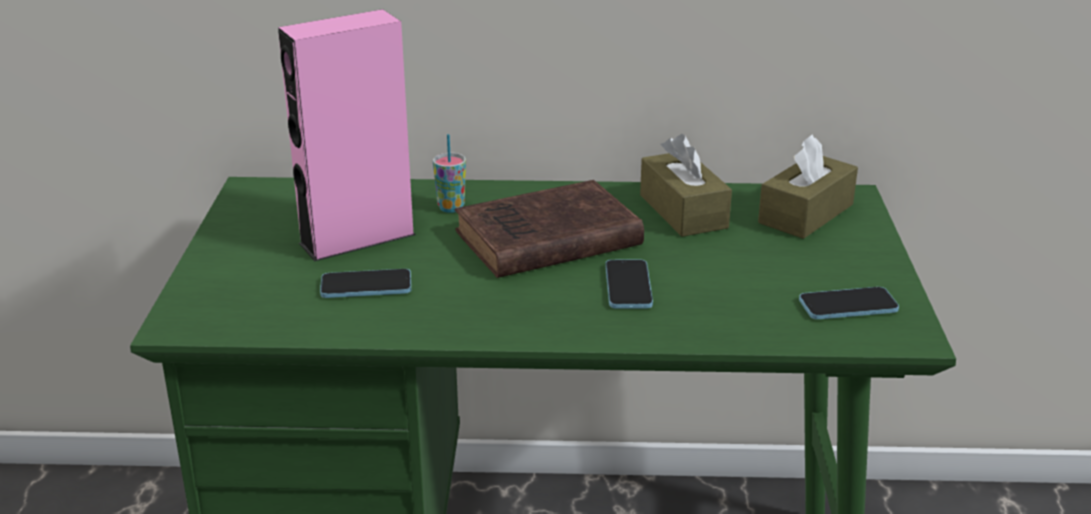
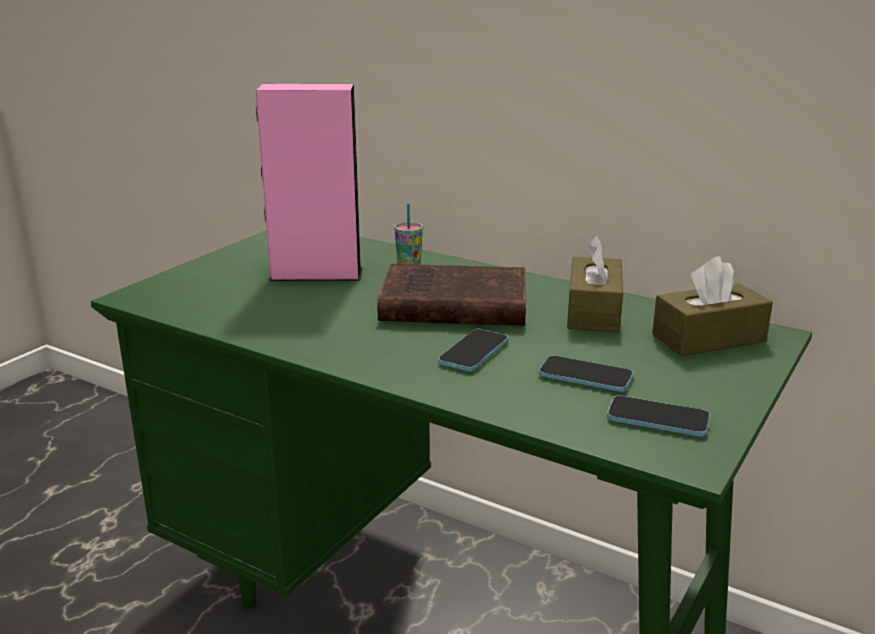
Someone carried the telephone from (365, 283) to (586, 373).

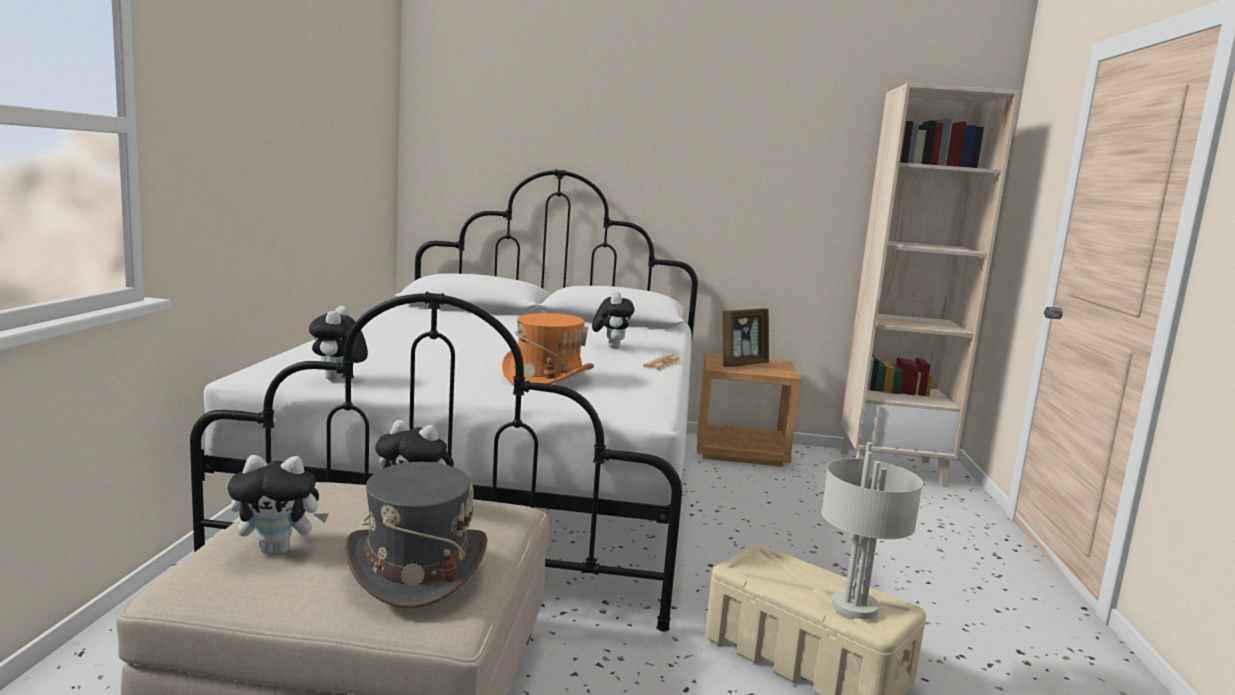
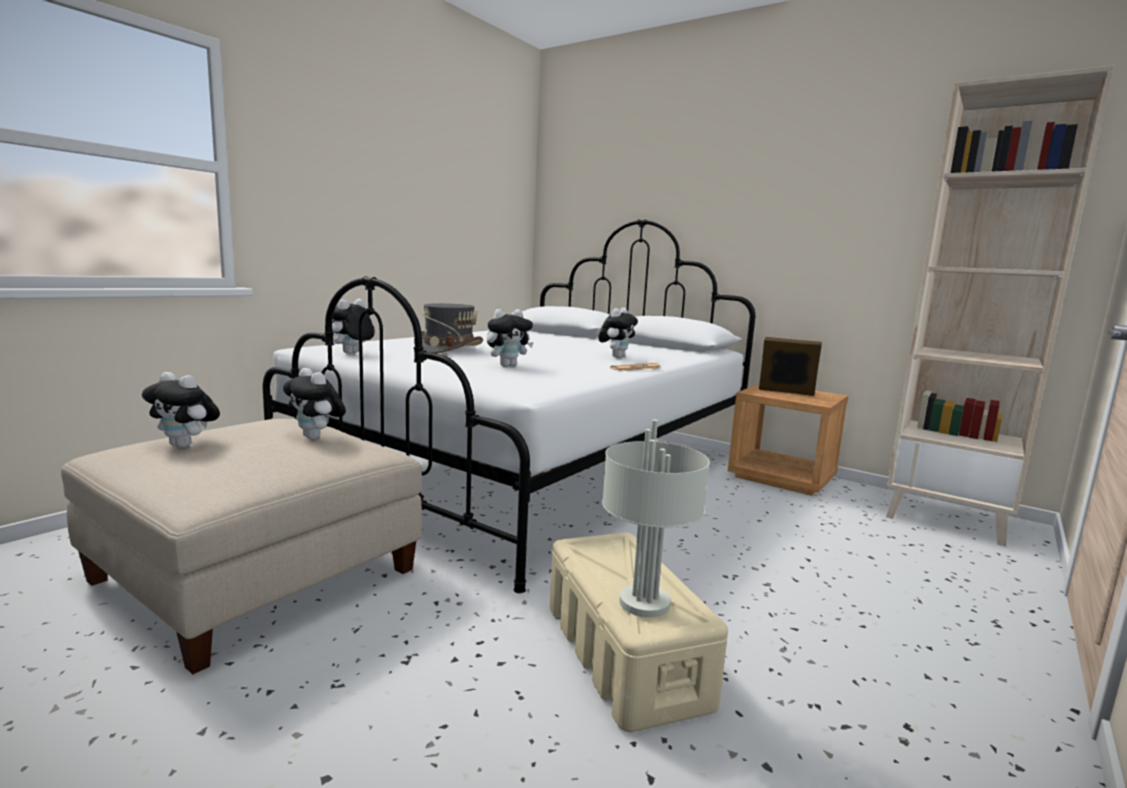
Someone carried the grey hat from (416, 535) to (448, 328). Someone swapped the orange-coloured hat at (548, 348) for the cuddly toy at (510, 338). Someone rotated the standing frame at (745, 338) by 150 degrees counterclockwise.

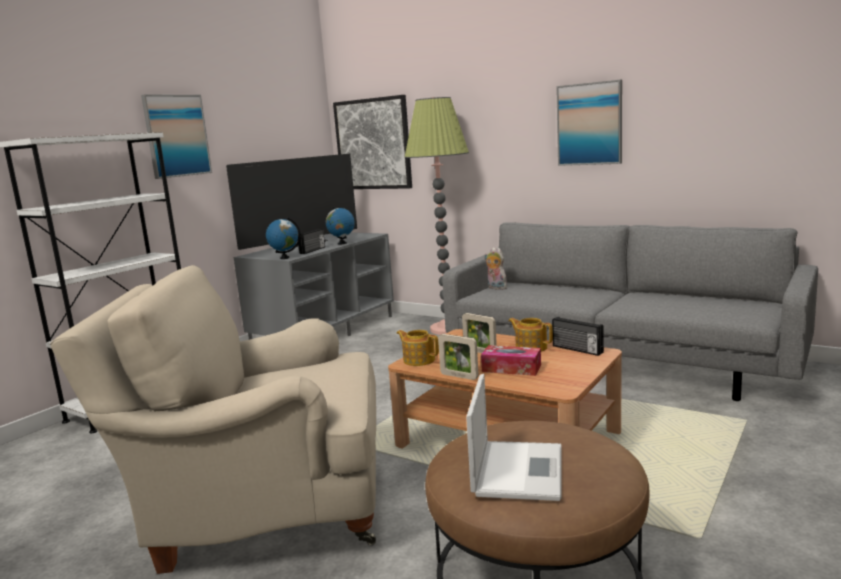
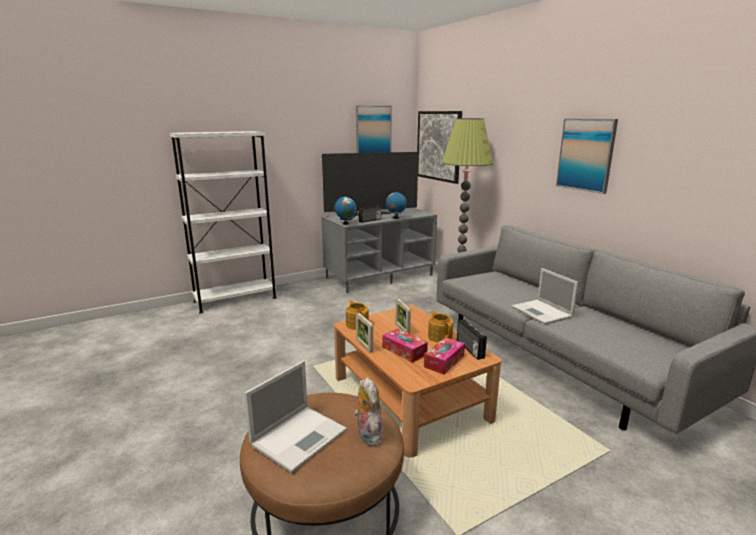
Someone carried the cuddly toy from (496, 268) to (369, 411). Someone carried the wall picture from (176, 136) to (374, 129). Someone put down the tissue holder at (444, 355). Someone put down the portable computer at (545, 296). Someone took away the beige-coloured lounge chair at (213, 419).

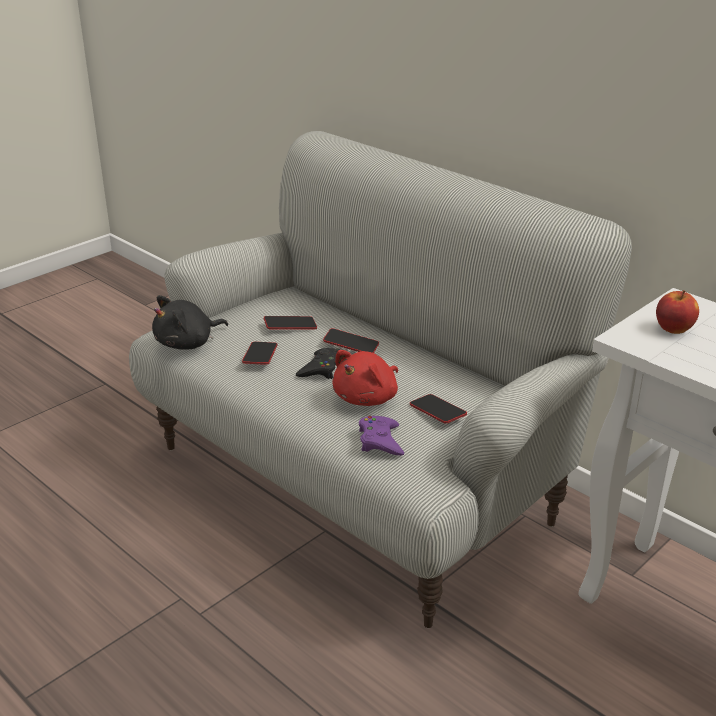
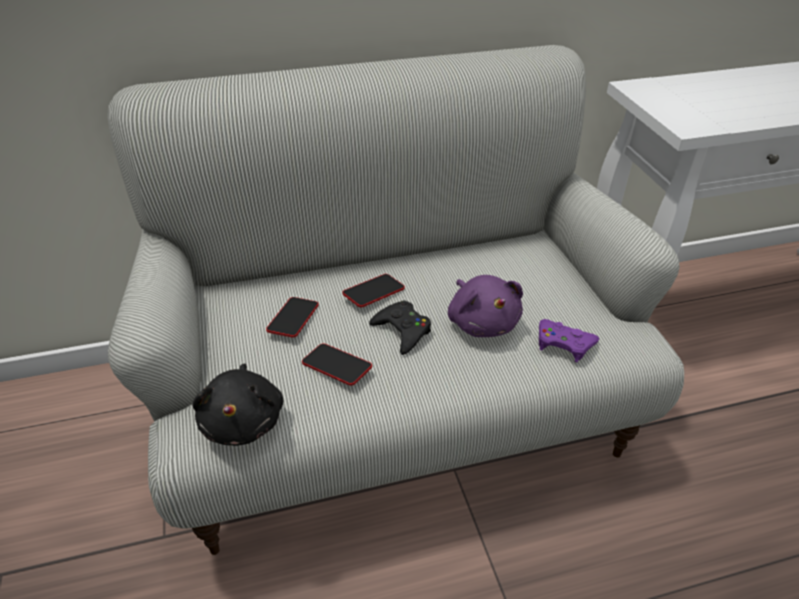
Someone repainted the red cuddly toy at (365, 378), which became the purplish cuddly toy at (485, 306). Someone took away the telephone at (438, 409). Someone took away the apple fruit at (677, 312).

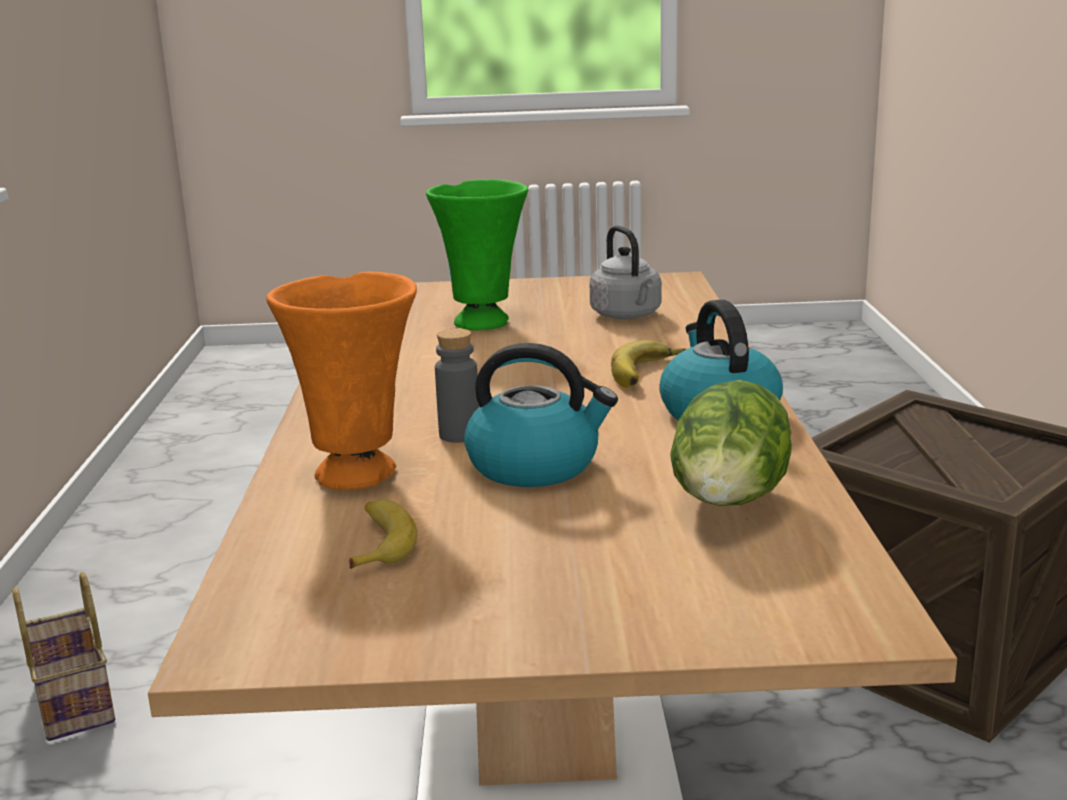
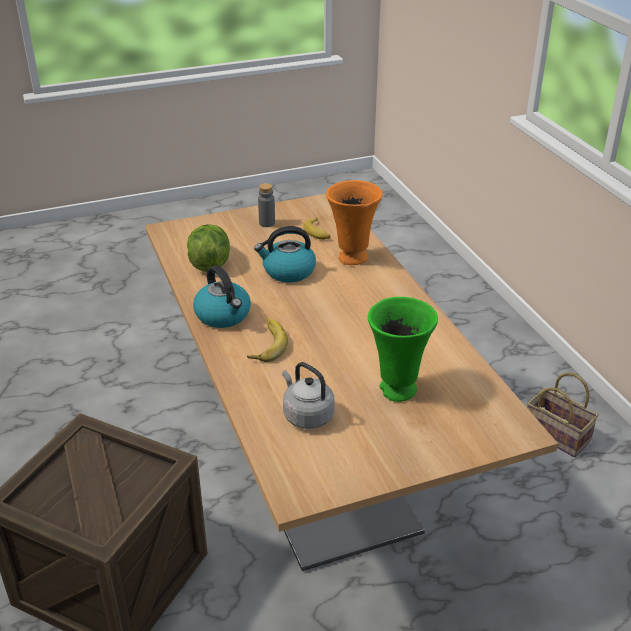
Someone carried the grey beverage bottle from (457, 385) to (266, 205).

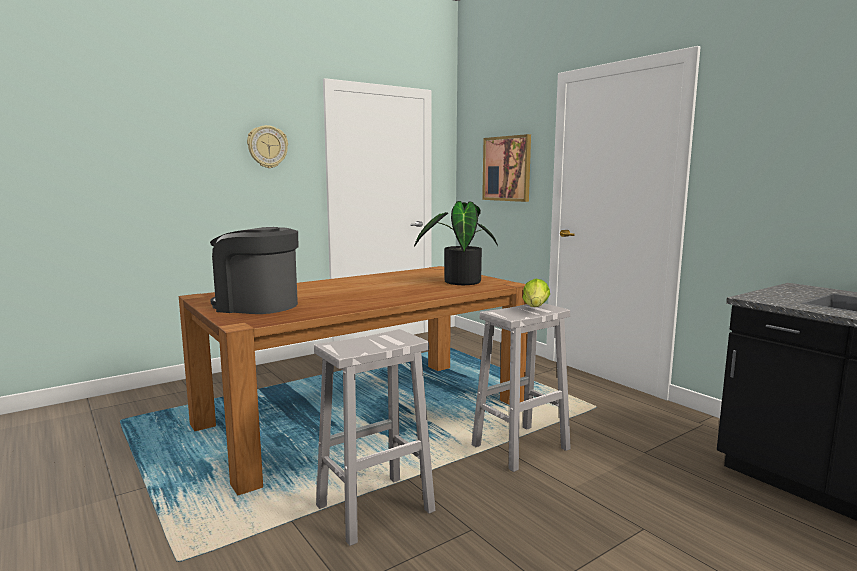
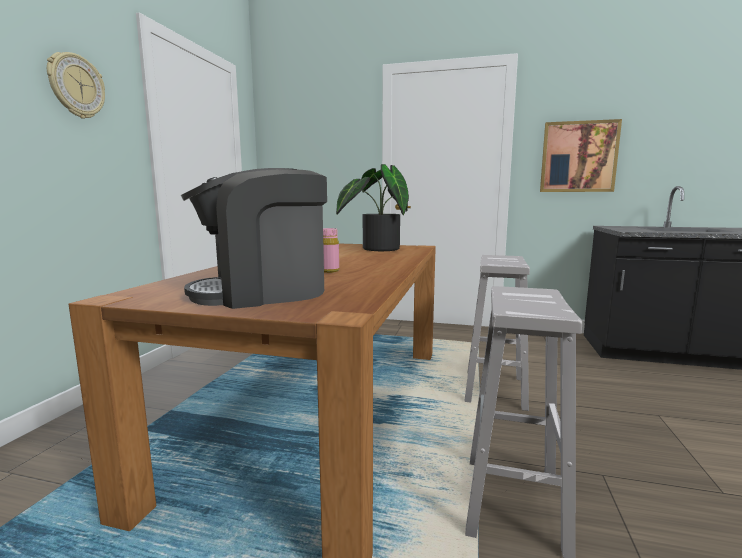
Someone put down the pink-coloured beverage bottle at (331, 250). Someone carried the wall picture from (506, 168) to (581, 155). Someone took away the lettuce at (536, 292).

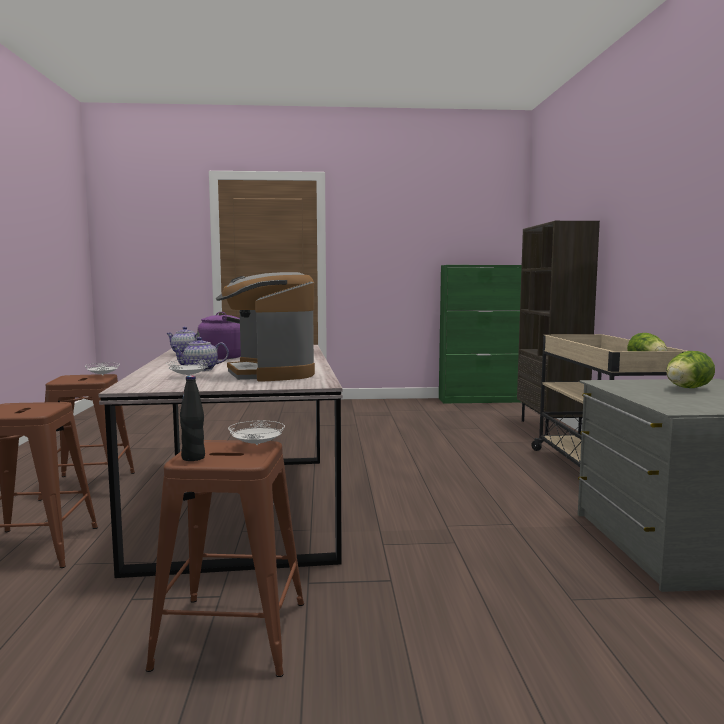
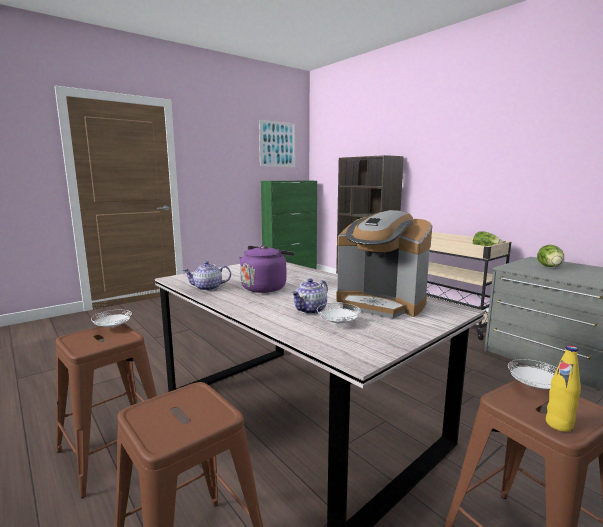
Someone put up the wall picture at (277, 143). Someone repainted the blackish beverage bottle at (192, 418), which became the yellow beverage bottle at (563, 389).

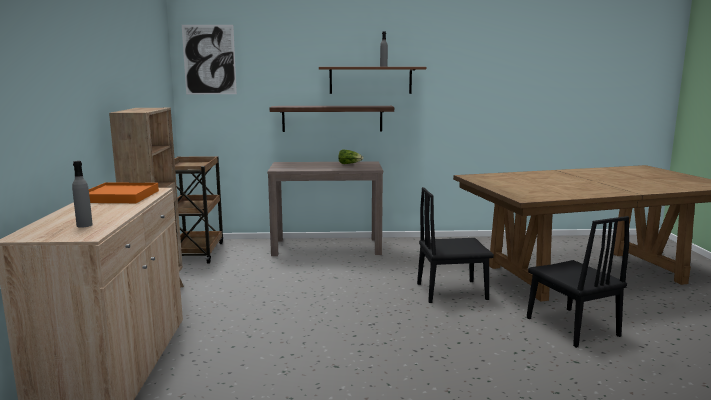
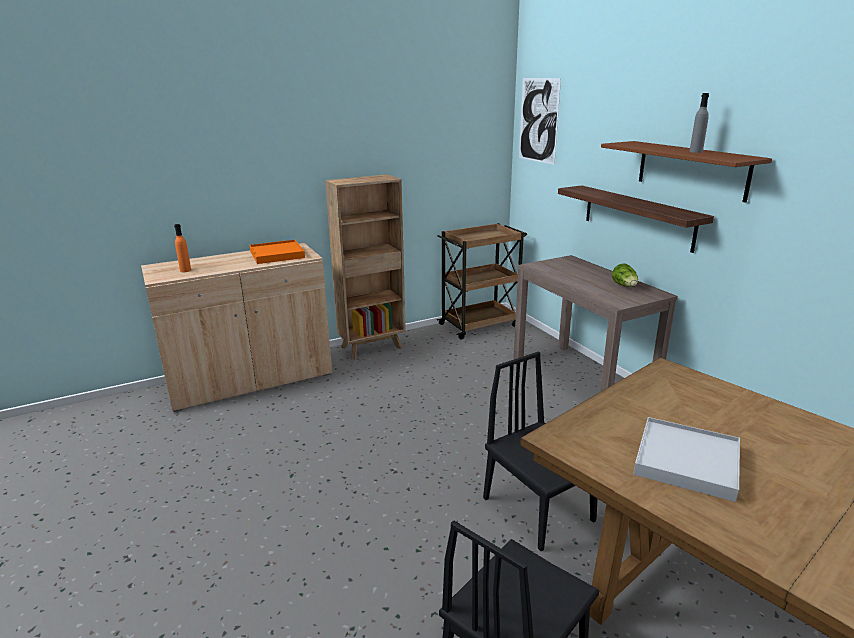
Someone repainted the grey beverage bottle at (82, 194), which became the orange-coloured beverage bottle at (182, 248). Someone put down the white-coloured carrying tray at (686, 459).

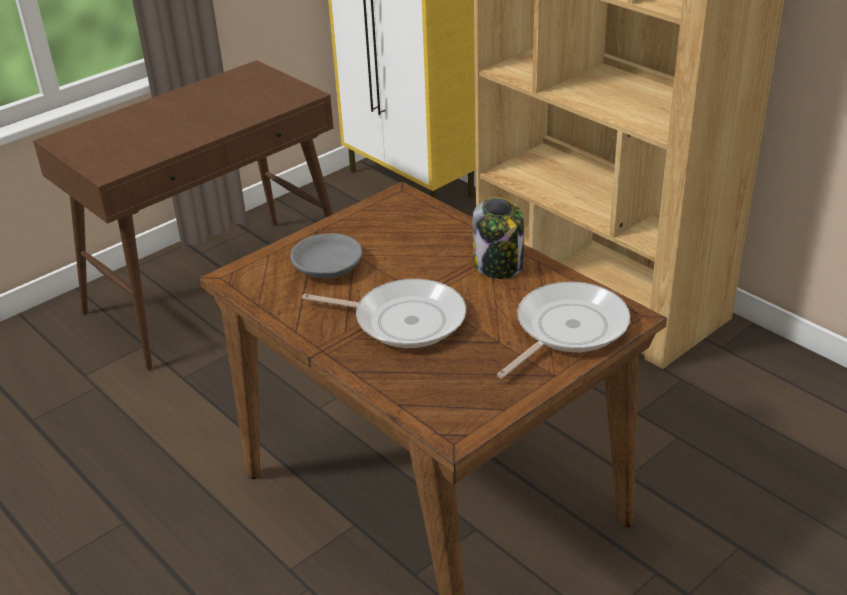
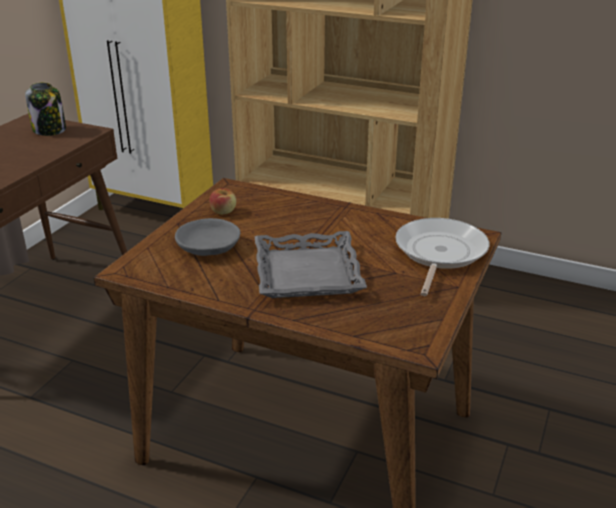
Someone carried the storage jar from (498, 238) to (45, 109). Someone put down the apple fruit at (222, 201). Someone swapped the skillet at (384, 313) for the grey carrying tray at (311, 264).

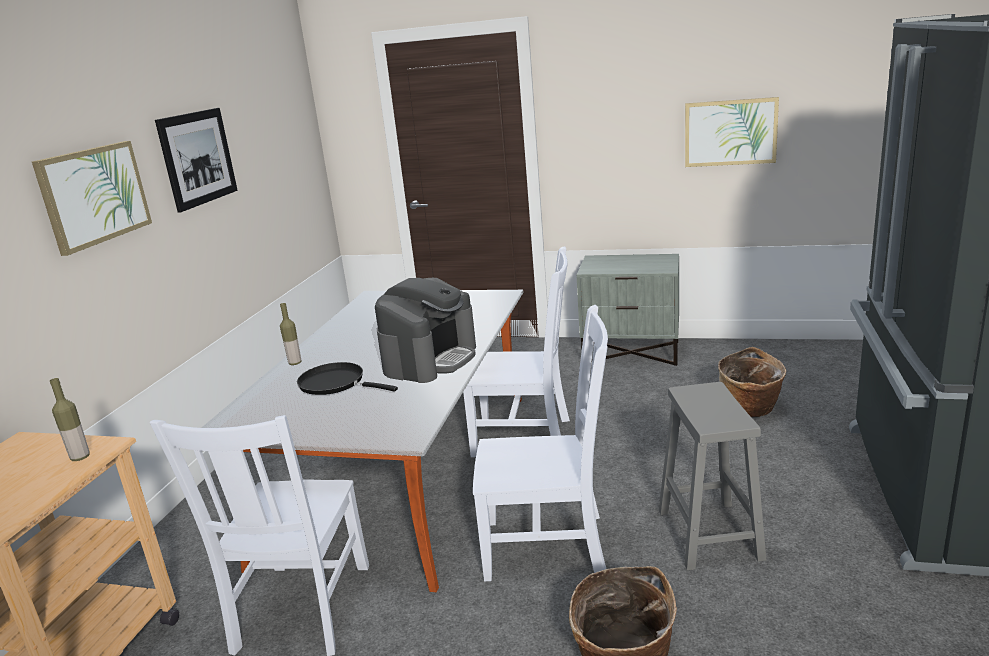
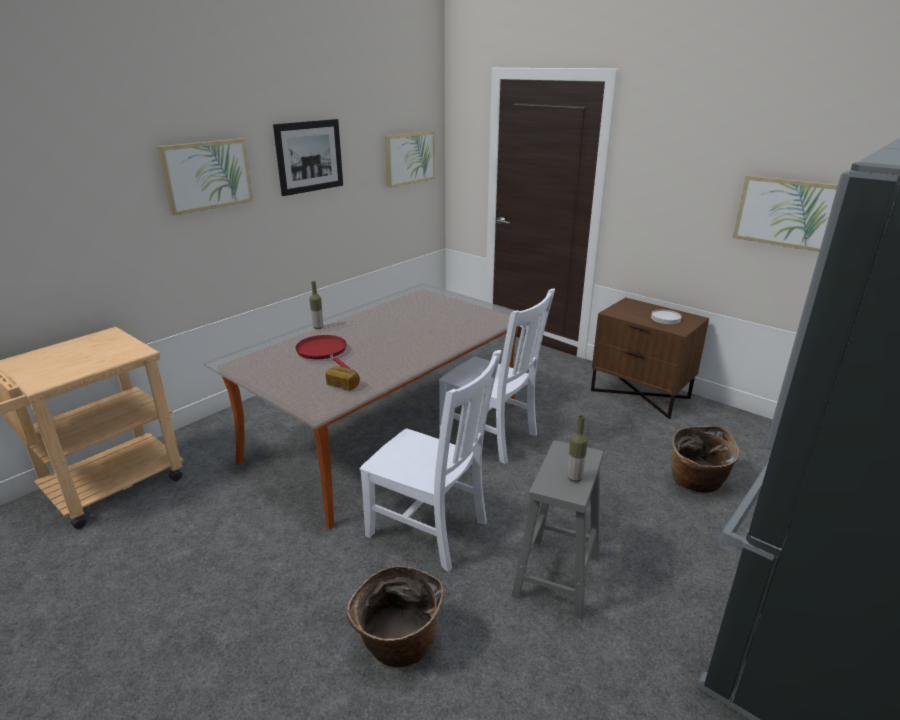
Someone repainted the blackish skillet at (347, 378), which became the red skillet at (322, 352). Someone put down the bread at (342, 378). Someone put up the wall picture at (410, 159). Someone carried the beverage bottle from (70, 419) to (577, 448). Someone repainted the grey bedside table at (628, 310), which became the brownish bedside table at (650, 358). Someone put down the white-coloured plate at (666, 317). Someone took away the white-coloured upright chair at (259, 535). Someone took away the coffee brewer at (425, 330).

